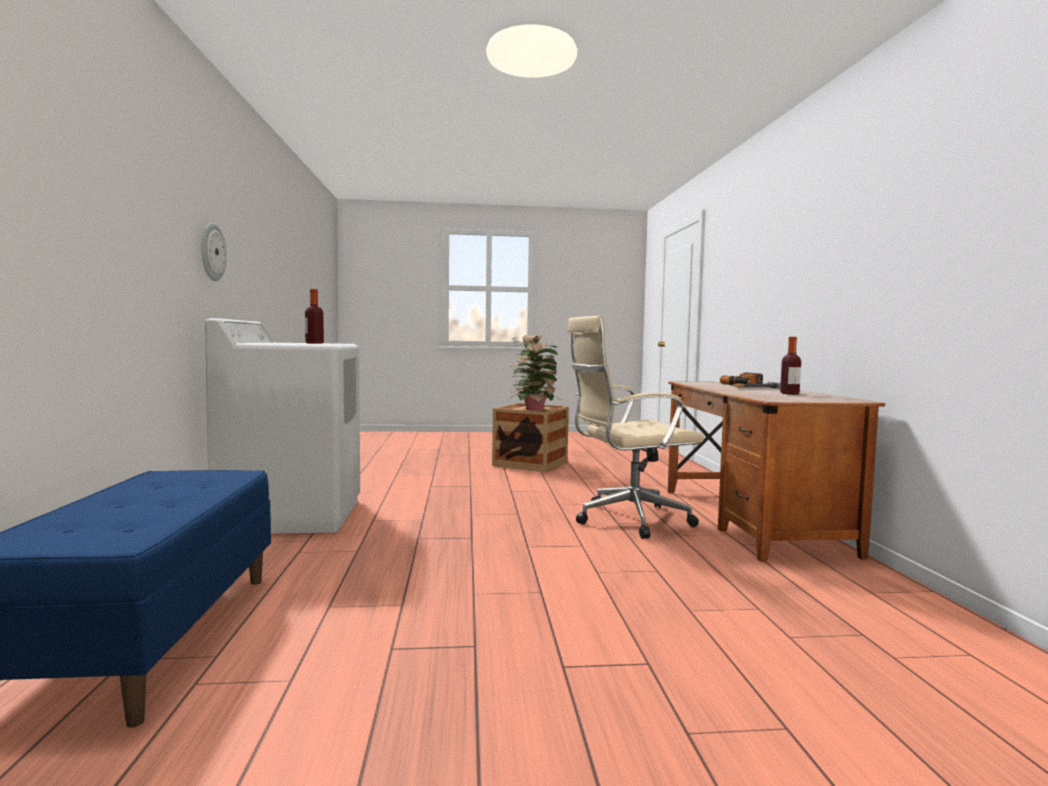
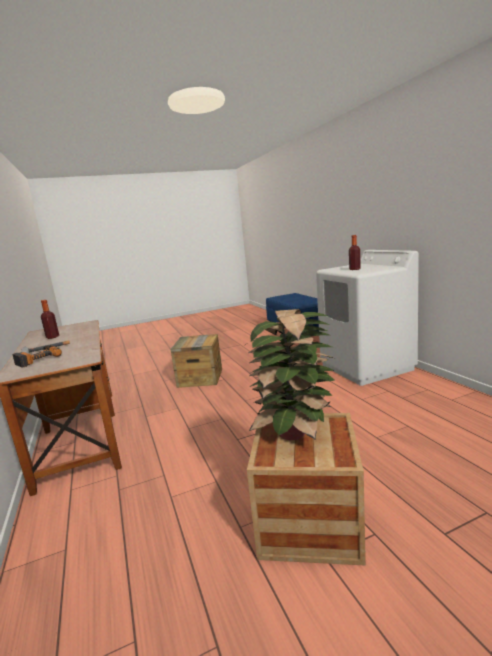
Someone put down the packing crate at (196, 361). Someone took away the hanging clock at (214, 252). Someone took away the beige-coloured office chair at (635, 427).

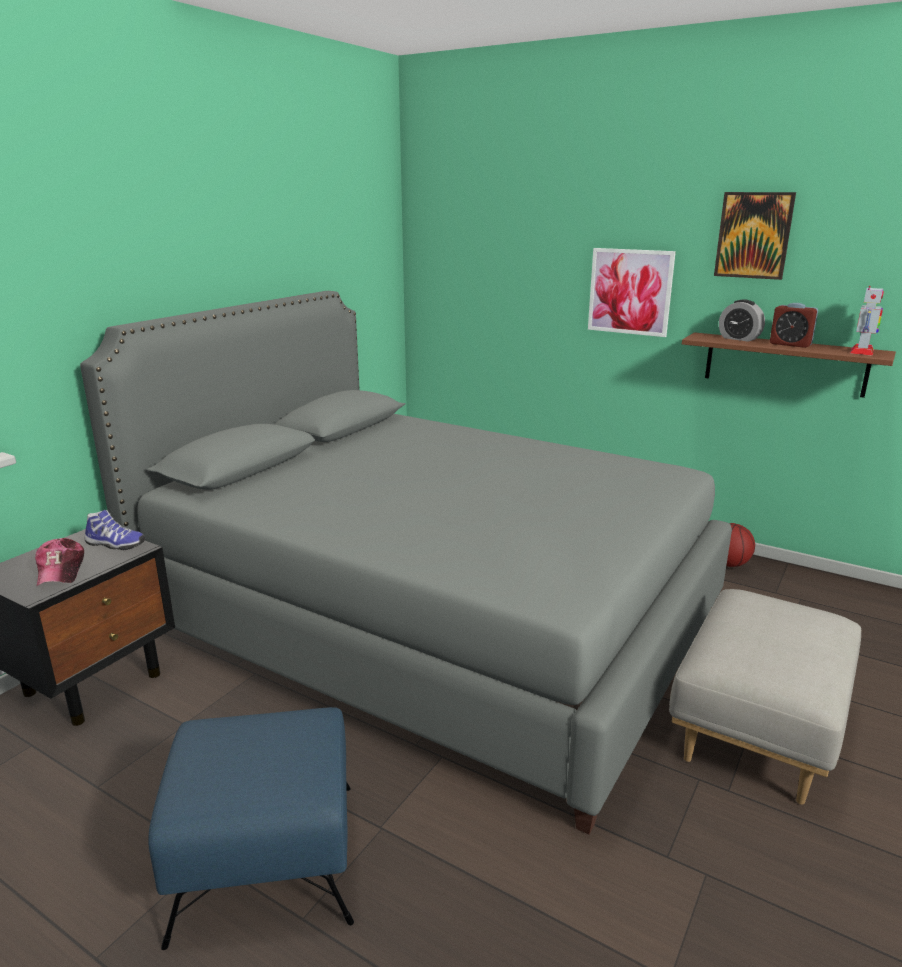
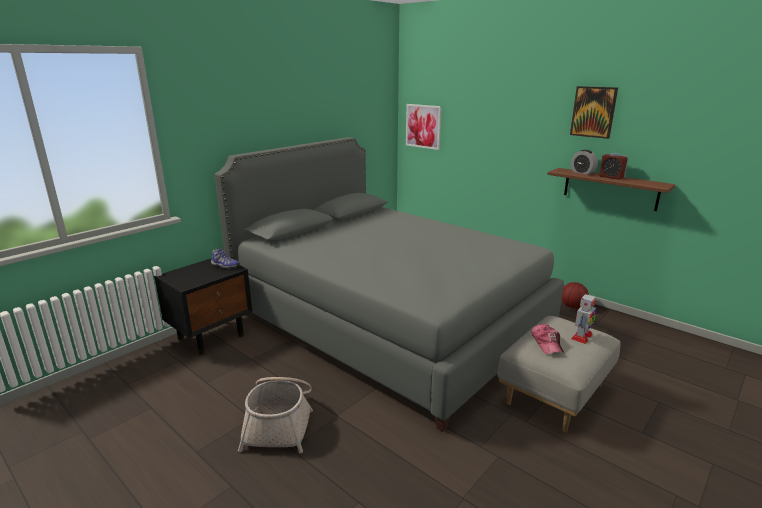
Someone swapped the blue-coloured footrest at (251, 828) for the basket at (275, 415). Someone carried the wall picture from (632, 292) to (424, 127). Someone carried the baseball cap from (59, 562) to (548, 339). Someone carried the toy robot from (867, 321) to (583, 318).

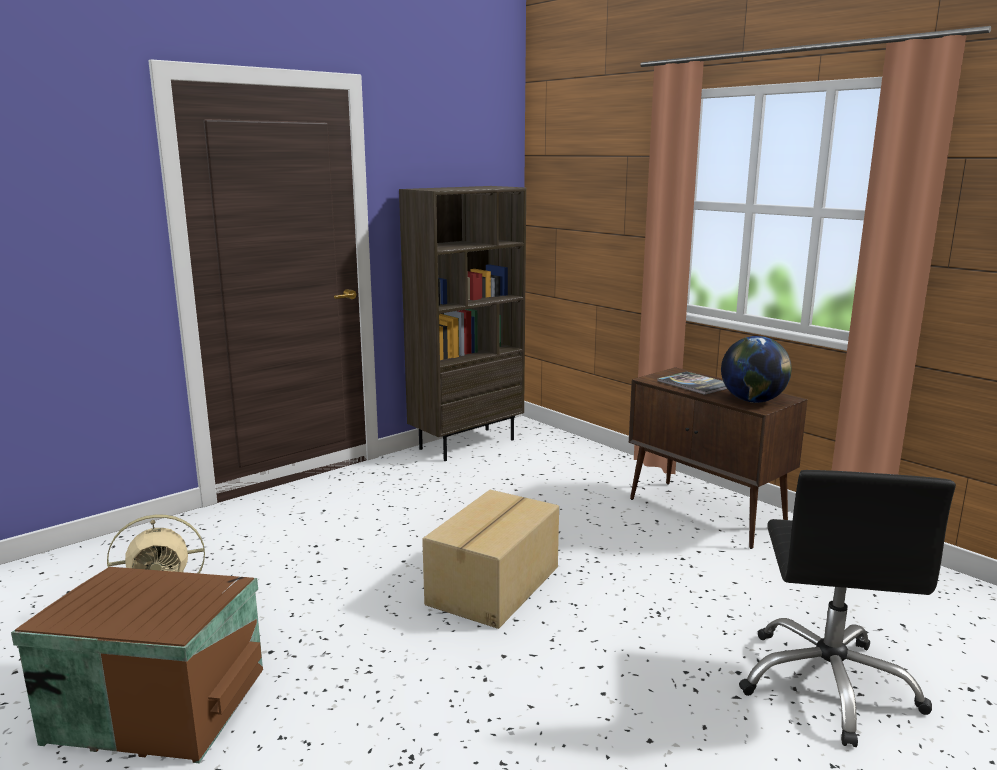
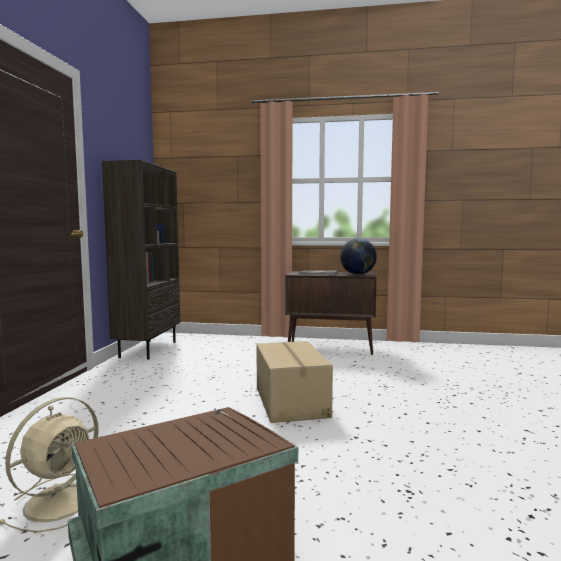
Someone took away the blackish office chair at (847, 608).

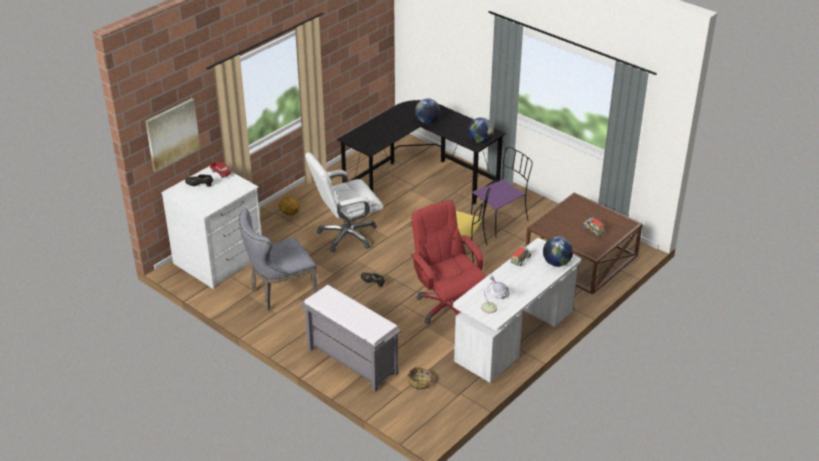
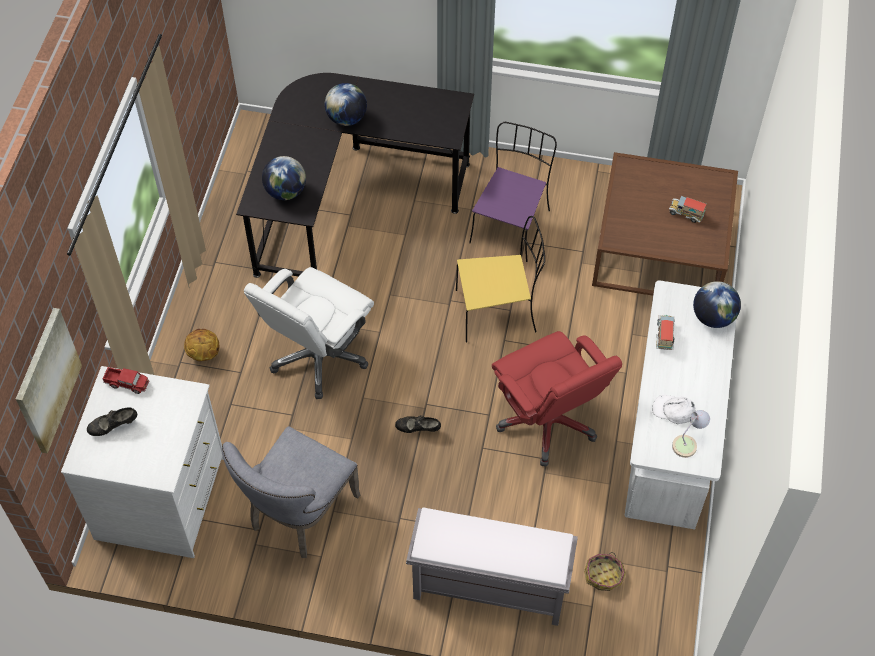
Someone carried the world globe from (481, 130) to (284, 178). Someone rotated the red office chair at (448, 262) by 150 degrees counterclockwise.

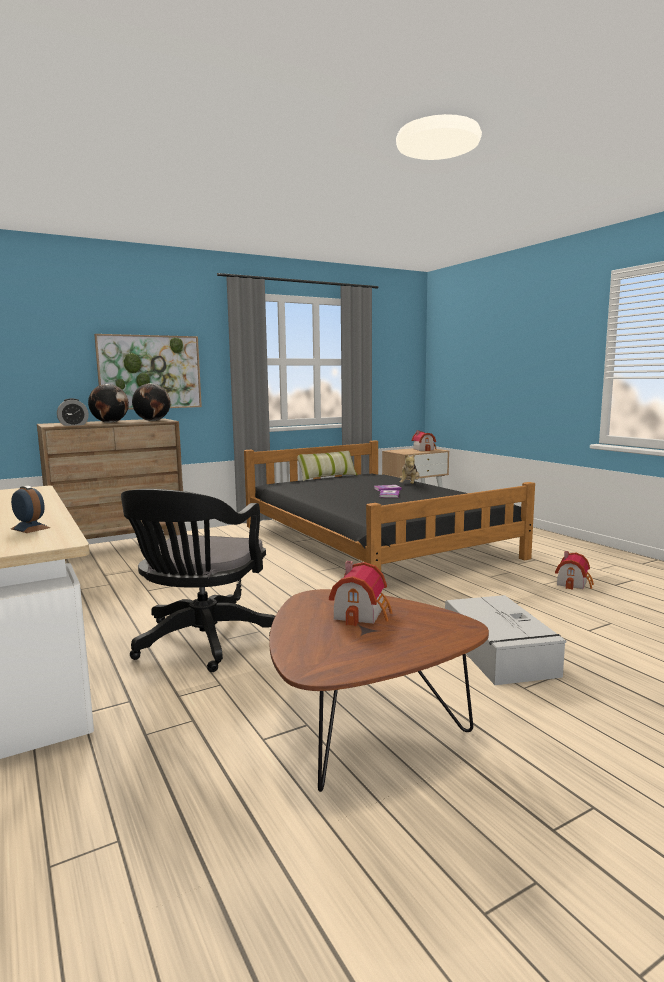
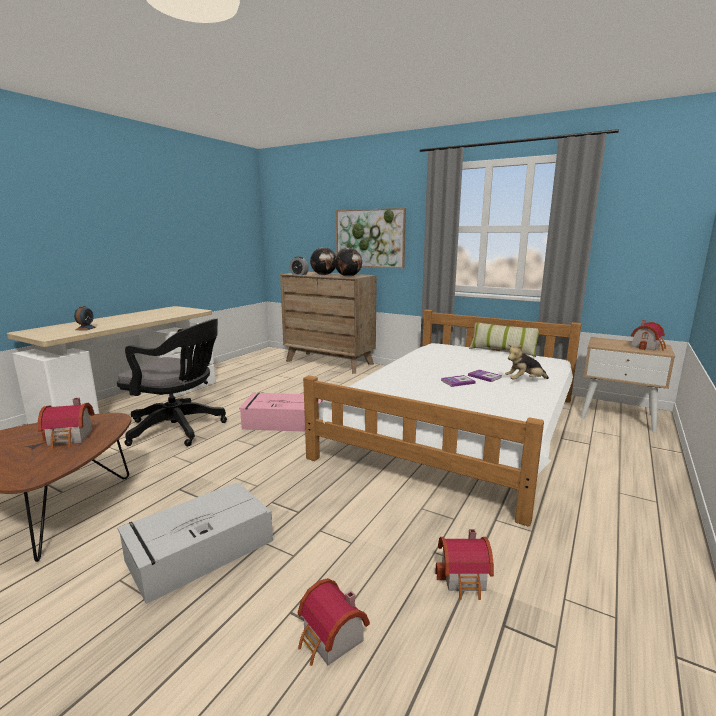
Someone rotated the blackish office chair at (198, 580) by 150 degrees counterclockwise. Someone put down the pink-coloured storage bin at (281, 412). Someone put down the miniature house at (334, 622). Someone repainted the blackish sleeping bed at (389, 505), which became the white-coloured sleeping bed at (442, 418).

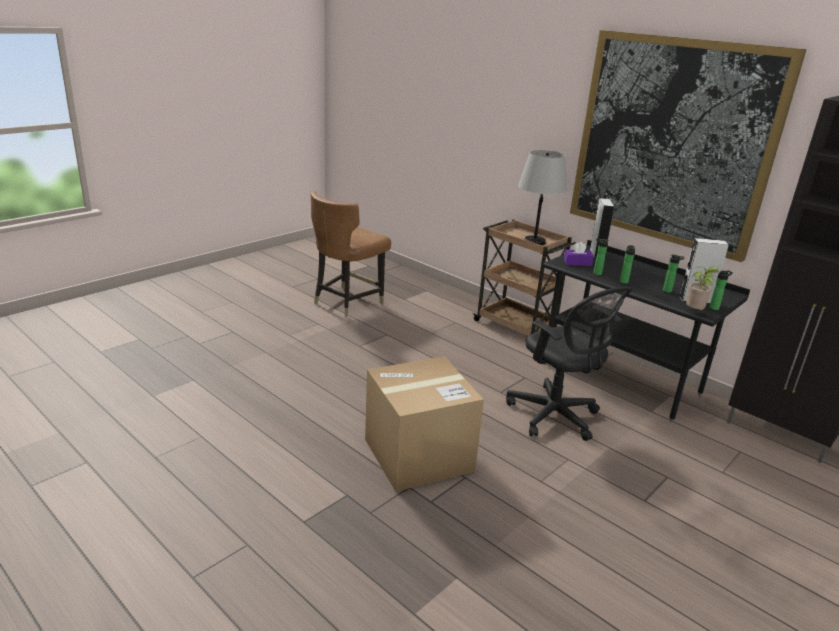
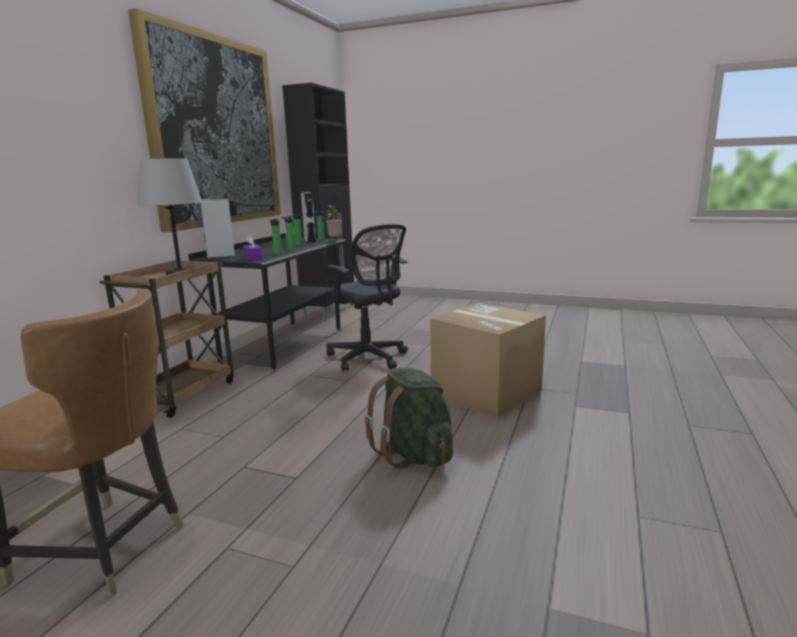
Someone rotated the blackish office chair at (569, 364) by 105 degrees clockwise. Someone put down the green backpack at (408, 418).

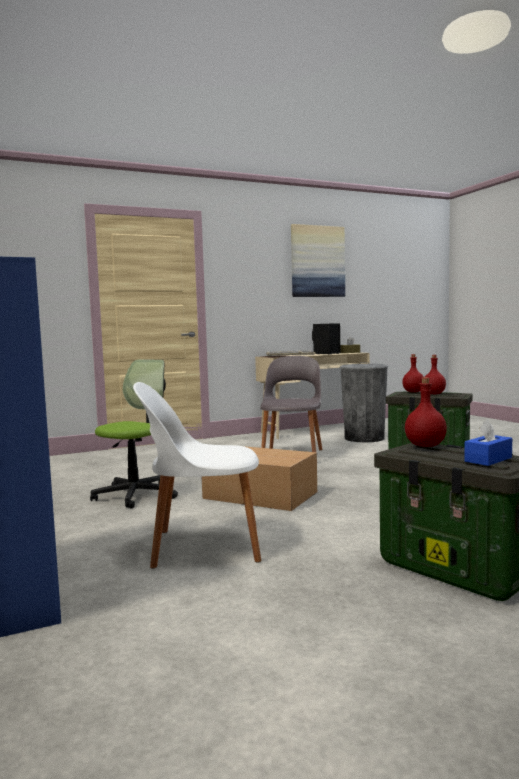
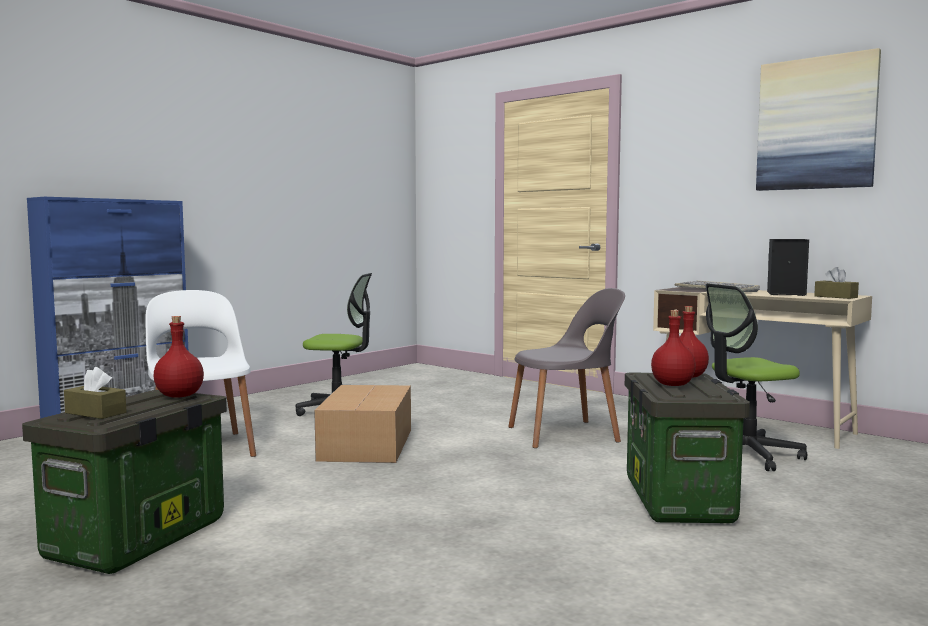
Someone repainted the blue-coloured tissue holder at (488, 442), which became the brownish tissue holder at (95, 393). Someone swapped the grey rubbish bin at (364, 402) for the office chair at (756, 377).

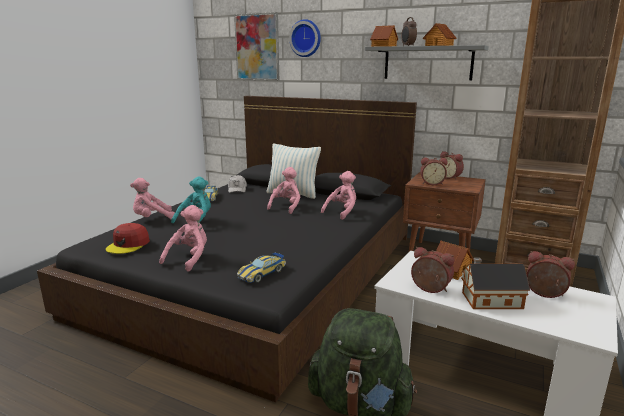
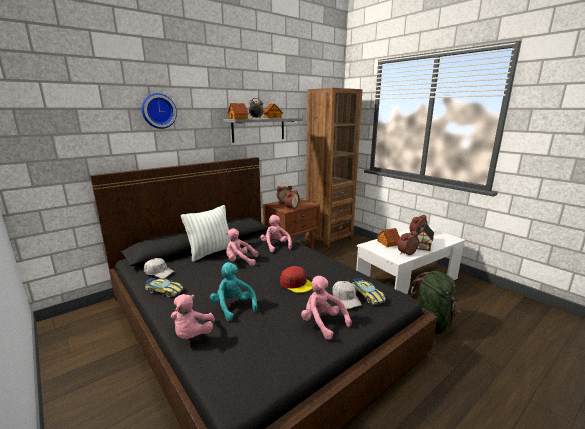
Someone rotated the pink-coloured cuddly toy at (283, 190) by 45 degrees counterclockwise. Someone carried the red baseball cap from (128, 238) to (296, 279). Someone put down the white-coloured baseball cap at (347, 295). Someone took away the wall picture at (256, 46).

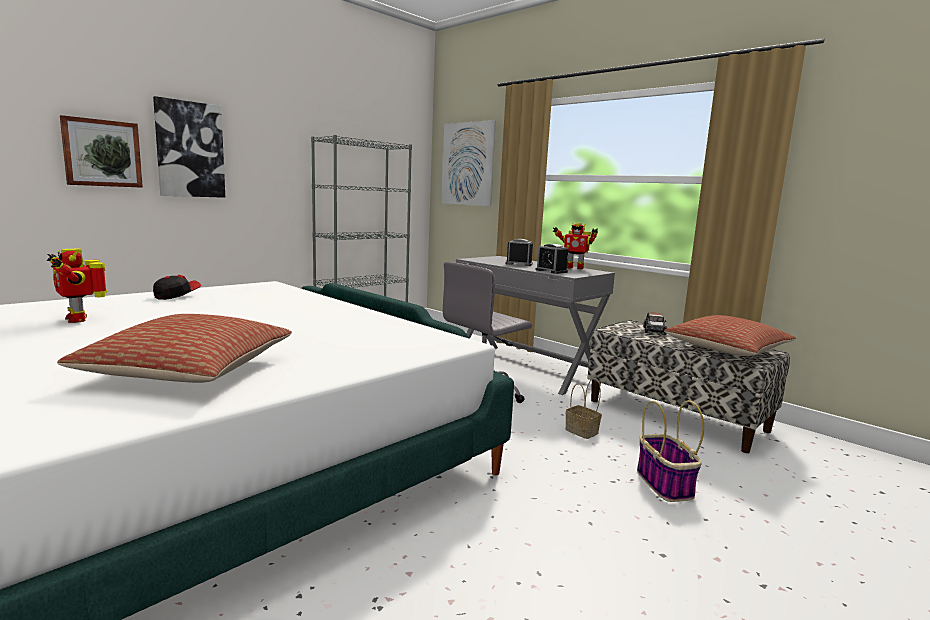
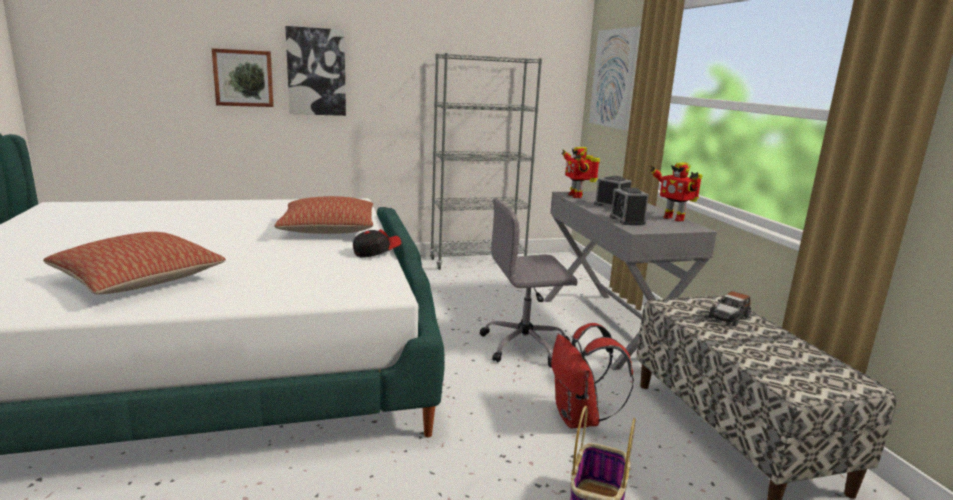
Someone carried the throw pillow from (730, 335) to (323, 215). Someone carried the baseball cap from (177, 287) to (377, 243). Someone swapped the basket at (583, 408) for the red backpack at (592, 375). Someone carried the toy robot from (77, 285) to (580, 172).

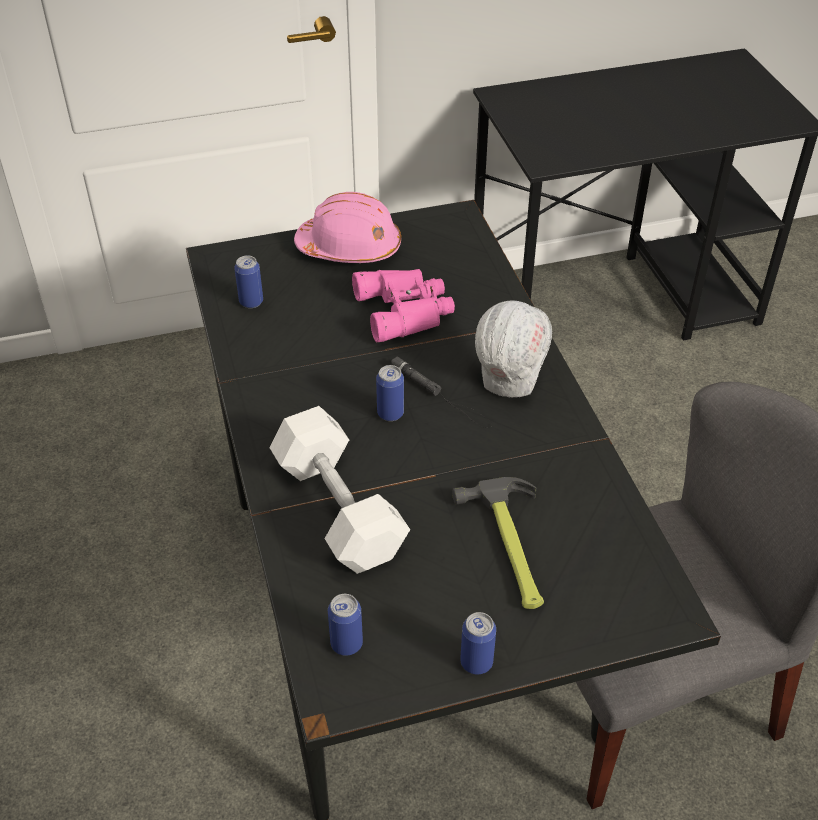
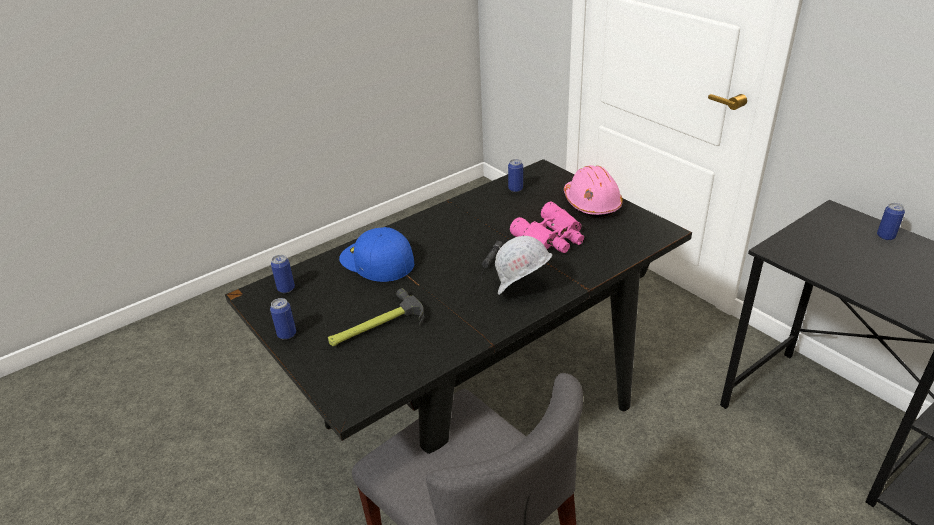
Someone swapped the white-coloured free weight at (339, 490) for the blue-coloured baseball cap at (376, 254). Someone carried the can from (390, 393) to (891, 221).

